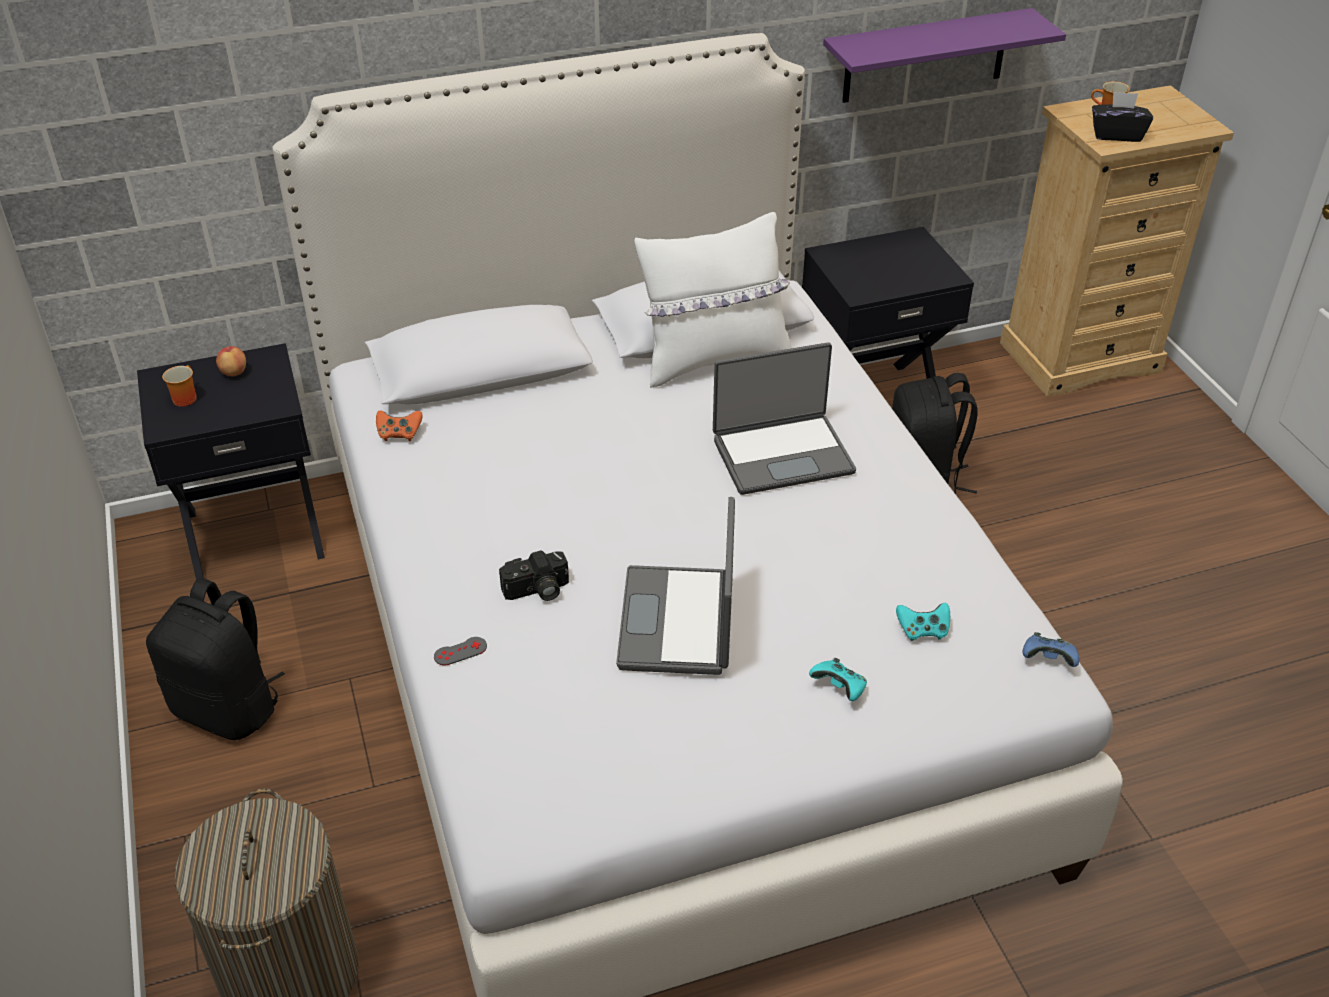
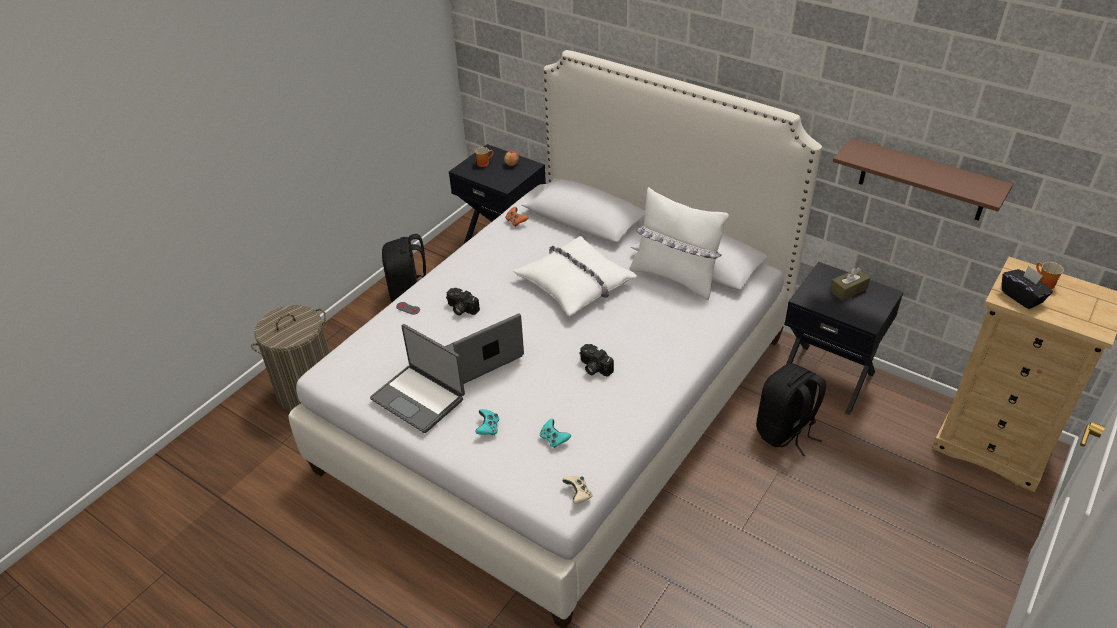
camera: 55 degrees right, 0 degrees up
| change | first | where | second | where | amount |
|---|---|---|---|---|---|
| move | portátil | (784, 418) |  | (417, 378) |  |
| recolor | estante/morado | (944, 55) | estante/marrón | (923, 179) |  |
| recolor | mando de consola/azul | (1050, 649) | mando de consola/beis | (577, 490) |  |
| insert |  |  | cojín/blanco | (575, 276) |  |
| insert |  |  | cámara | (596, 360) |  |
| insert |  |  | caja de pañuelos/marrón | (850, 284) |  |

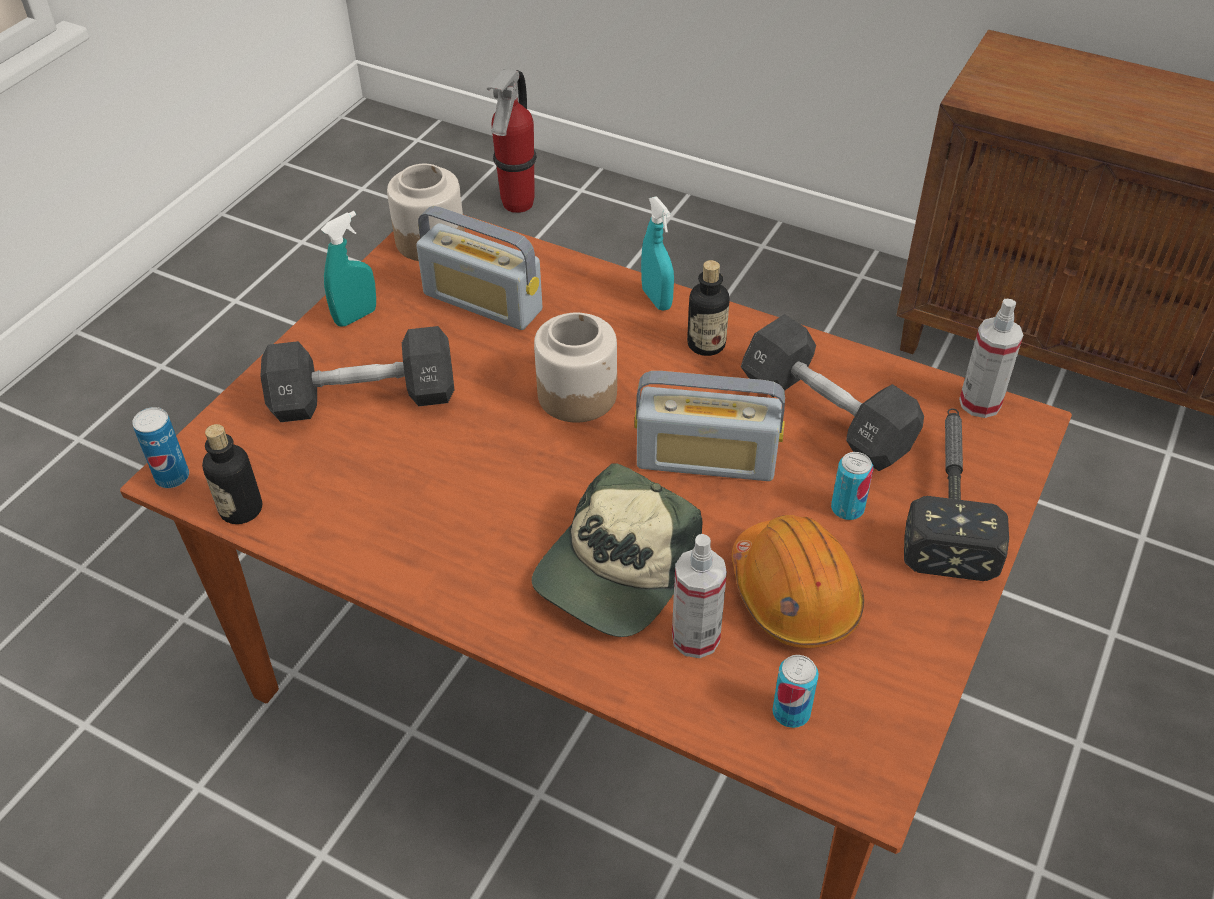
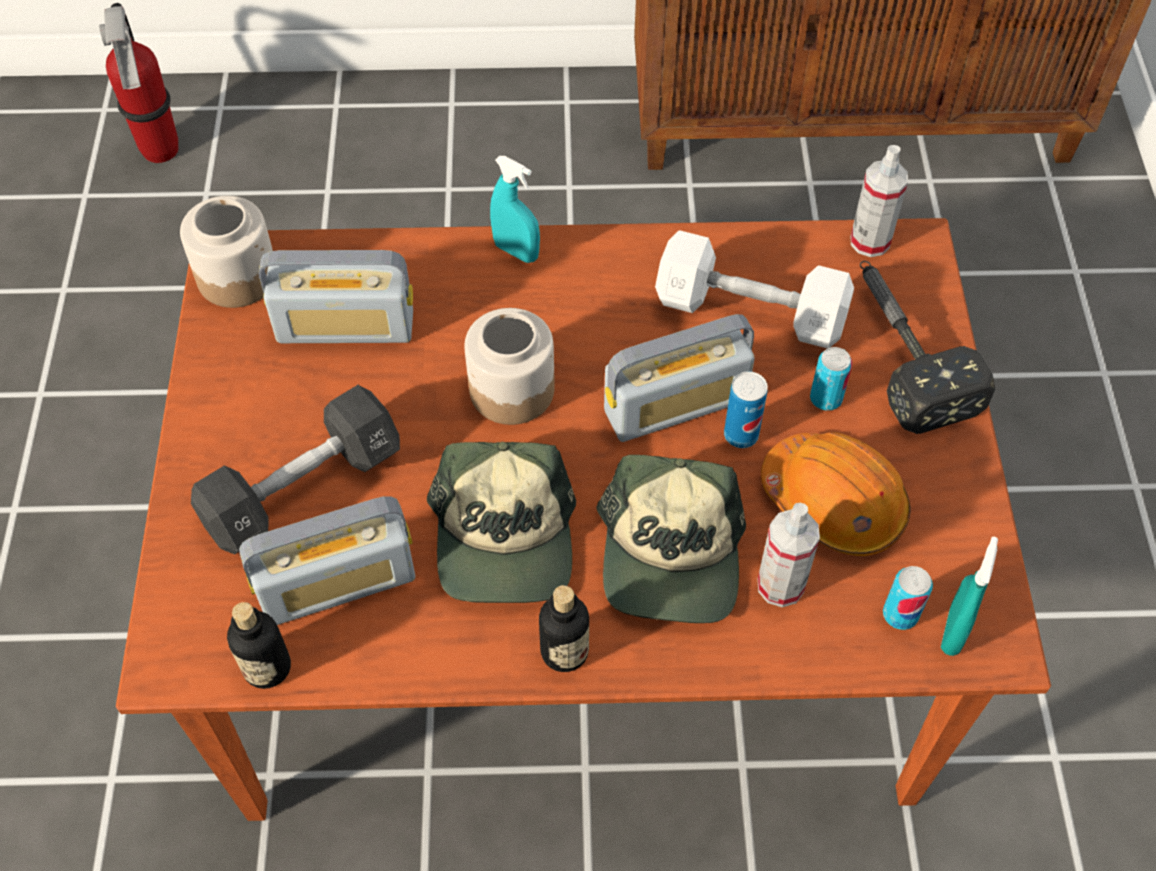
camera: 30 degrees left, 10 degrees up
| change | first | where | second | where | amount |
|---|---|---|---|---|---|
| move | lata | (160, 447) |  | (746, 409) |  |
| move | pulverizador/turquesa | (348, 269) |  | (969, 596) |  |
| move | botella | (708, 308) |  | (564, 628) |  |
| recolor | mancuerna/negro | (832, 392) | mancuerna/blanco | (754, 289) |  |
| insert |  |  | radio | (327, 560) |  |
| insert |  |  | gorra | (501, 522) |  |

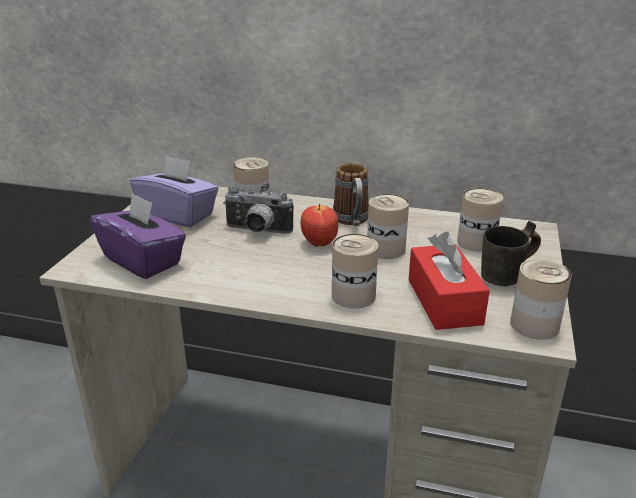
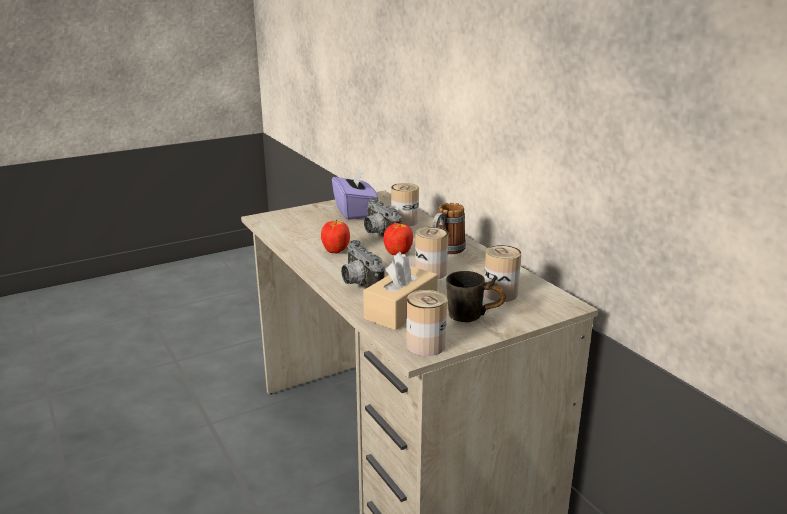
camera: 45 degrees right, 5 degrees down
| change | first | where | second | where | amount |
|---|---|---|---|---|---|
| delete | caja de pañuelos/morado | (138, 235) |  |  |  |
| replace | lata | (355, 271) | cámara | (363, 264) |  |
| recolor | caja de pañuelos/rojo | (449, 281) | caja de pañuelos/beis | (400, 291) |  |
| insert |  |  | manzana | (335, 237) |  |

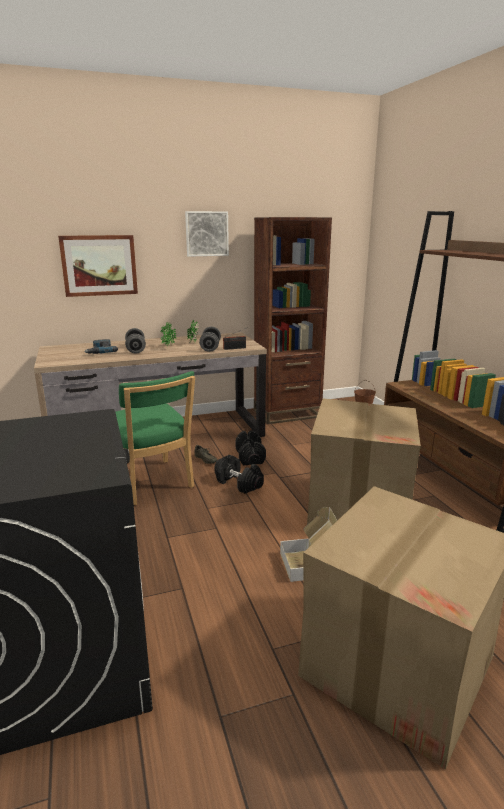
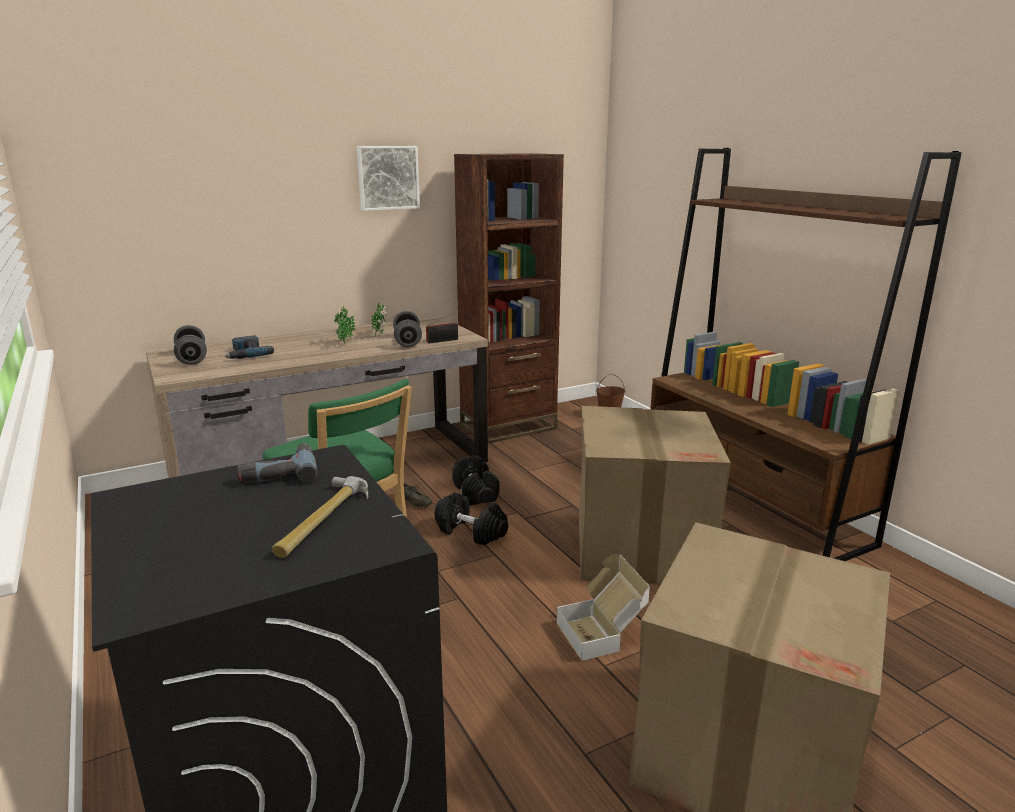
camera: 10 degrees left, 0 degrees up
| change | first | where | second | where | amount |
|---|---|---|---|---|---|
| delete | cuadro | (98, 266) |  |  |  |
| move | mancuerna/gris | (135, 340) |  | (190, 345) |  |
| insert |  |  | taladro | (277, 463) |  |
| insert |  |  | martillo | (320, 517) |  |

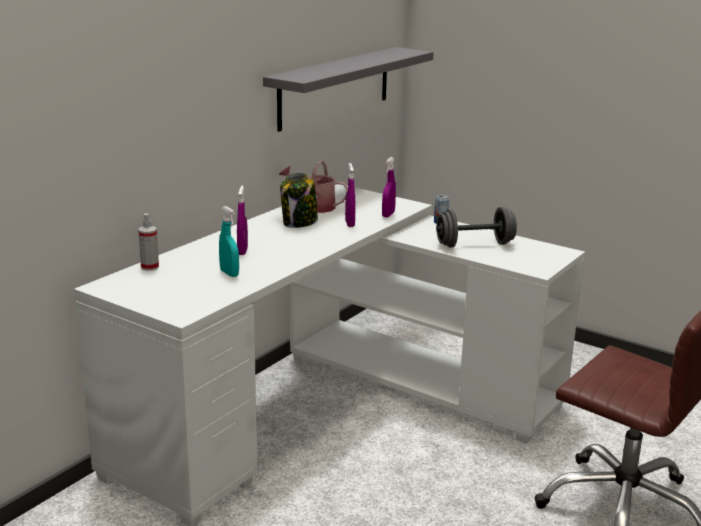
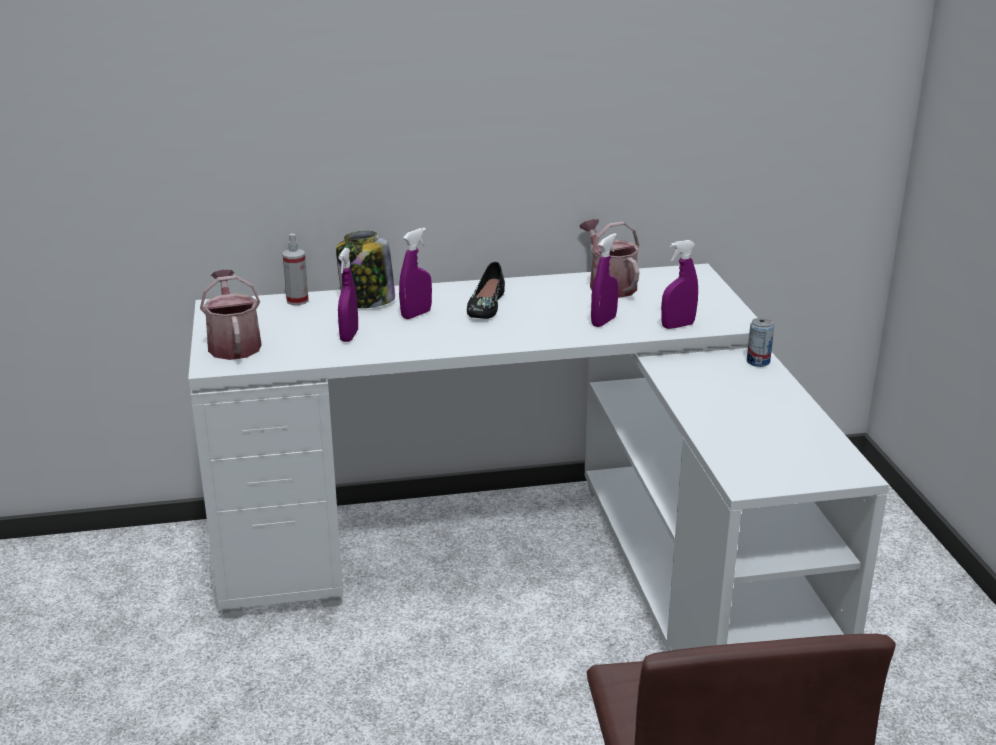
camera: 45 degrees right, 5 degrees up
| change | first | where | second | where | amount |
|---|---|---|---|---|---|
| recolor | pulverizador/turquesa | (229, 241) | pulverizador/morado | (348, 295) |  |
| delete | estante/gris | (348, 89) |  |  |  |
| move | tarro | (299, 200) |  | (365, 269) |  |
| delete | mancuerna/gris | (476, 227) |  |  |  |
| insert |  |  | regadera | (231, 314) |  |
| insert |  |  | zapato/negro | (486, 290) |  |

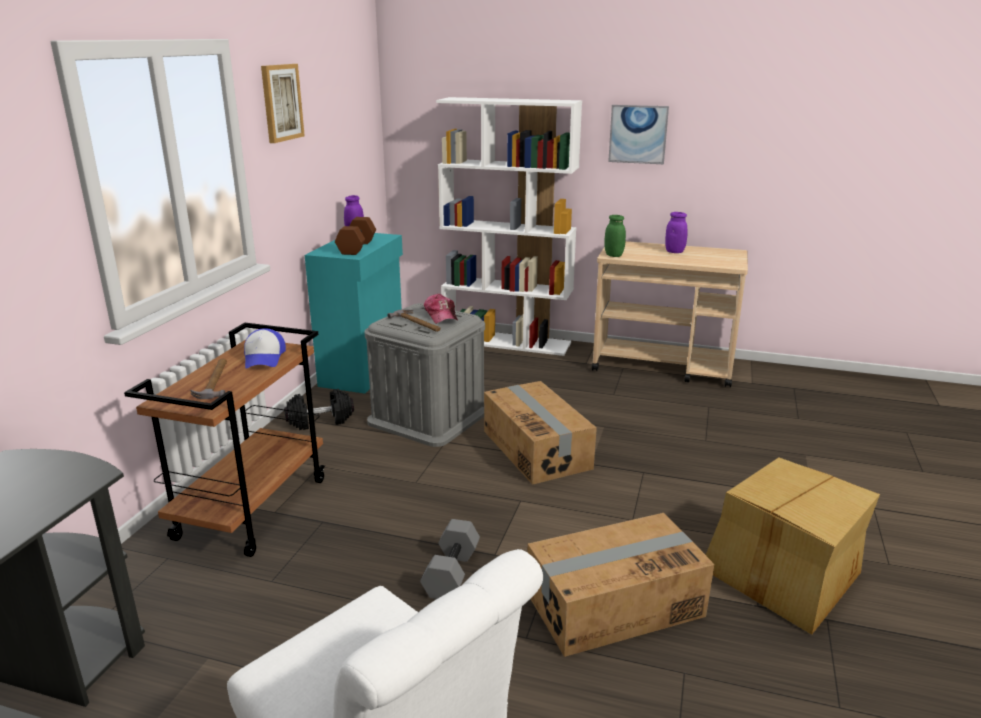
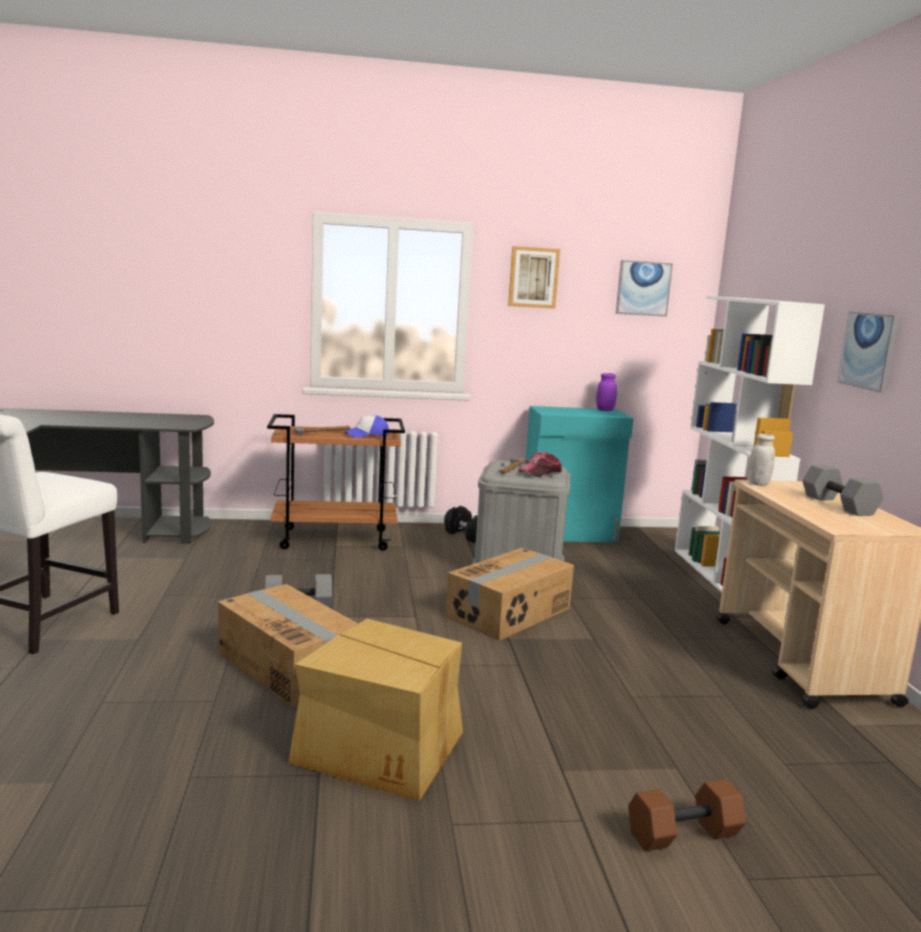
camera: 65 degrees right, 10 degrees down
| change | first | where | second | where | amount |
|---|---|---|---|---|---|
| move | mancuerna/marrón | (355, 236) |  | (687, 815) |  |
| recolor | tarro/verde | (615, 236) | tarro/blanco | (761, 460) |  |
| replace | tarro/morado | (676, 232) | mancuerna/gris | (843, 490) |  |
| insert |  |  | cuadro | (644, 288) |  |

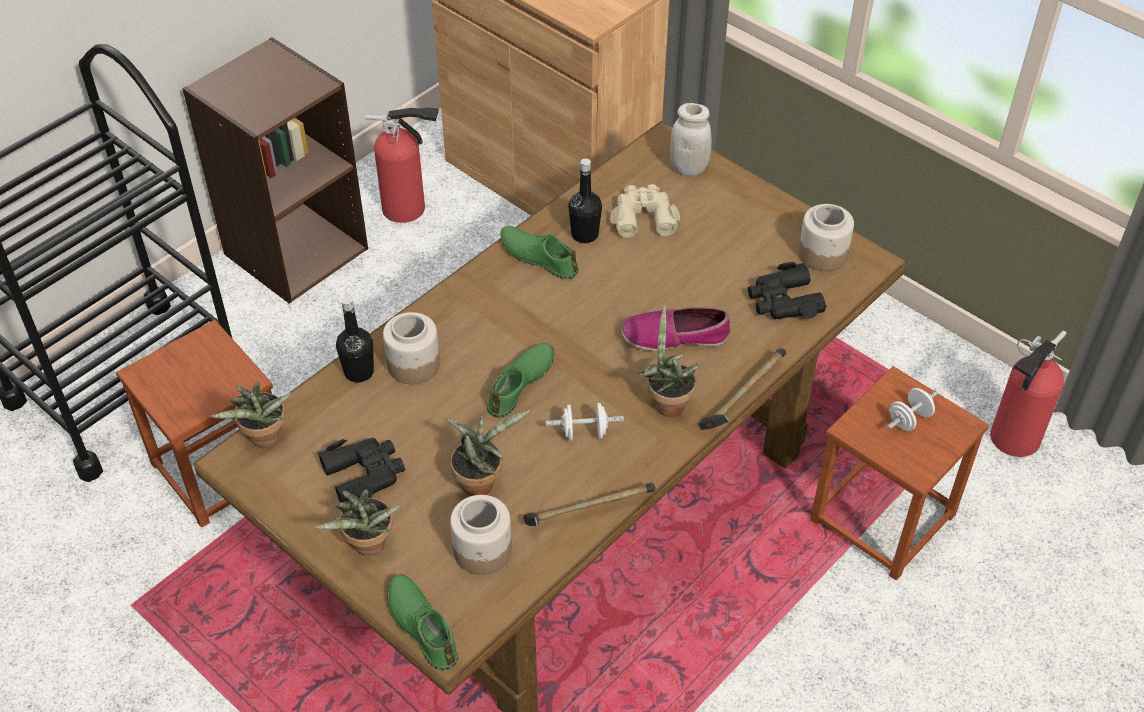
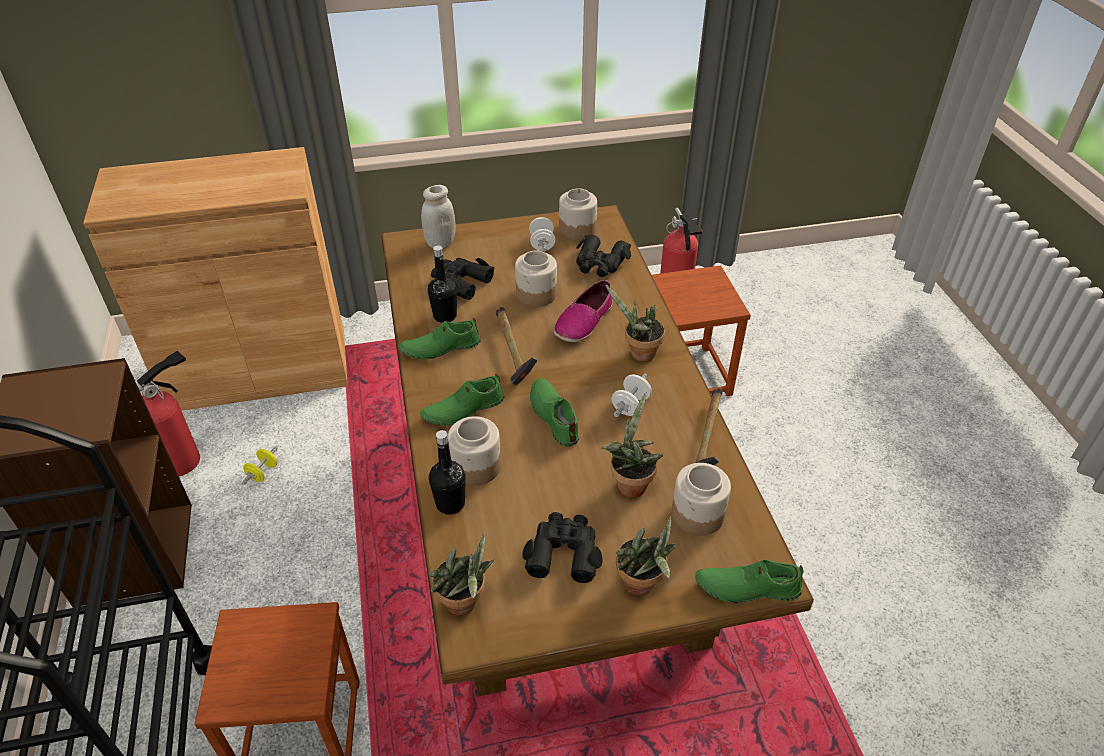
camera: 55 degrees left, 5 degrees down
| change | first | where | second | where | amount |
|---|---|---|---|---|---|
| recolor | prismáticos/beis | (645, 211) | prismáticos/negro | (462, 279) |  |
| move | martillo | (742, 389) |  | (517, 346) |  |
| move | mancuerna/blanco | (912, 409) |  | (542, 234) |  |
| insert |  |  | mancuerna/amarillo | (260, 465) |  |
| insert |  |  | zapato/verde | (462, 399) |  |
| insert |  |  | tarro | (536, 279) |  |

